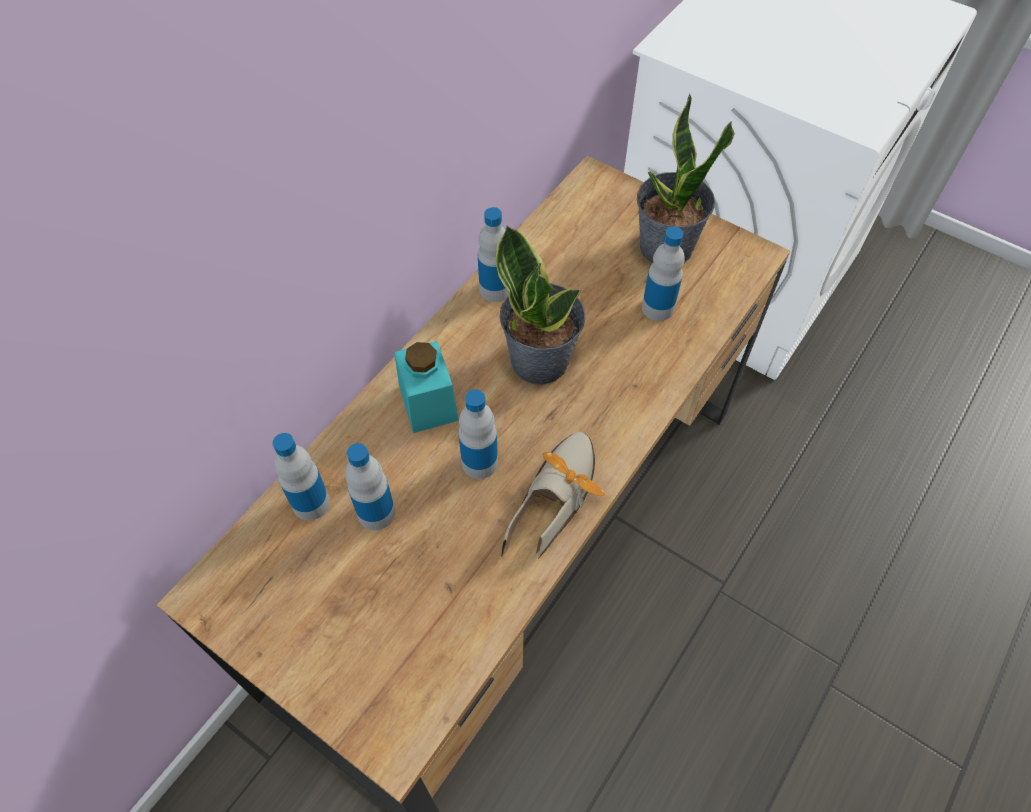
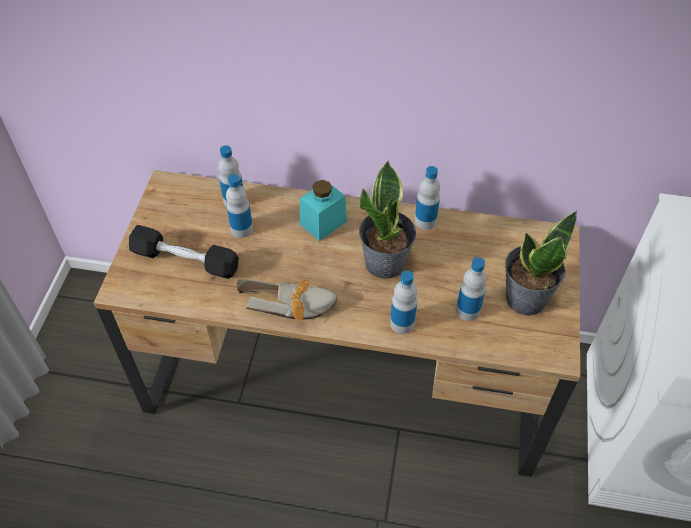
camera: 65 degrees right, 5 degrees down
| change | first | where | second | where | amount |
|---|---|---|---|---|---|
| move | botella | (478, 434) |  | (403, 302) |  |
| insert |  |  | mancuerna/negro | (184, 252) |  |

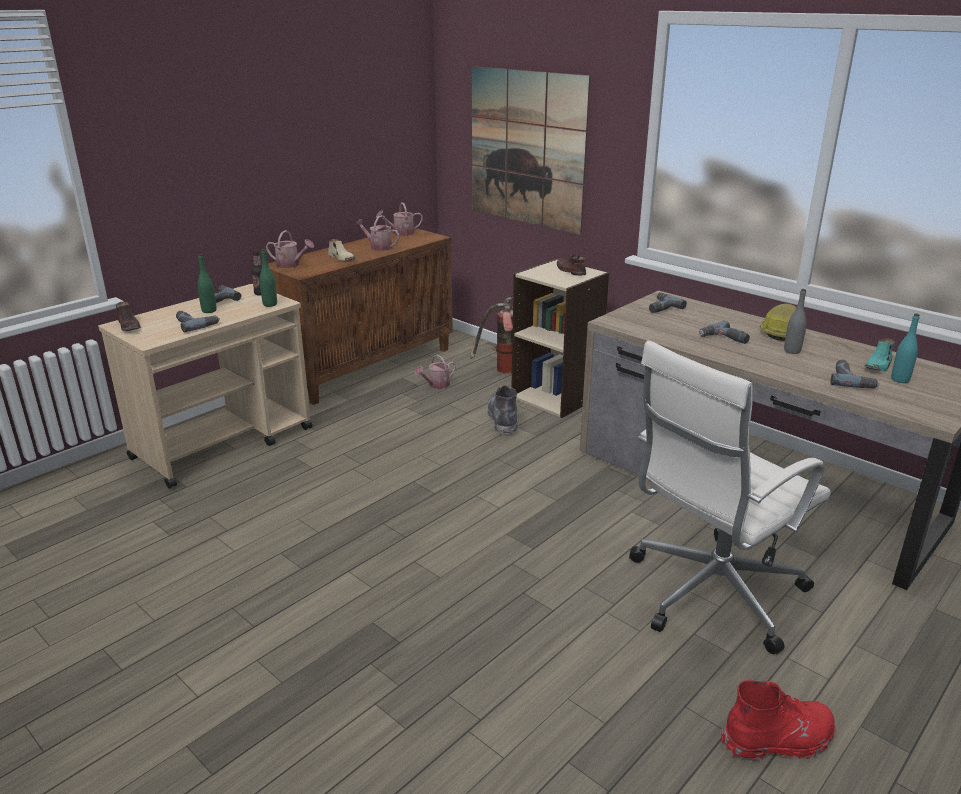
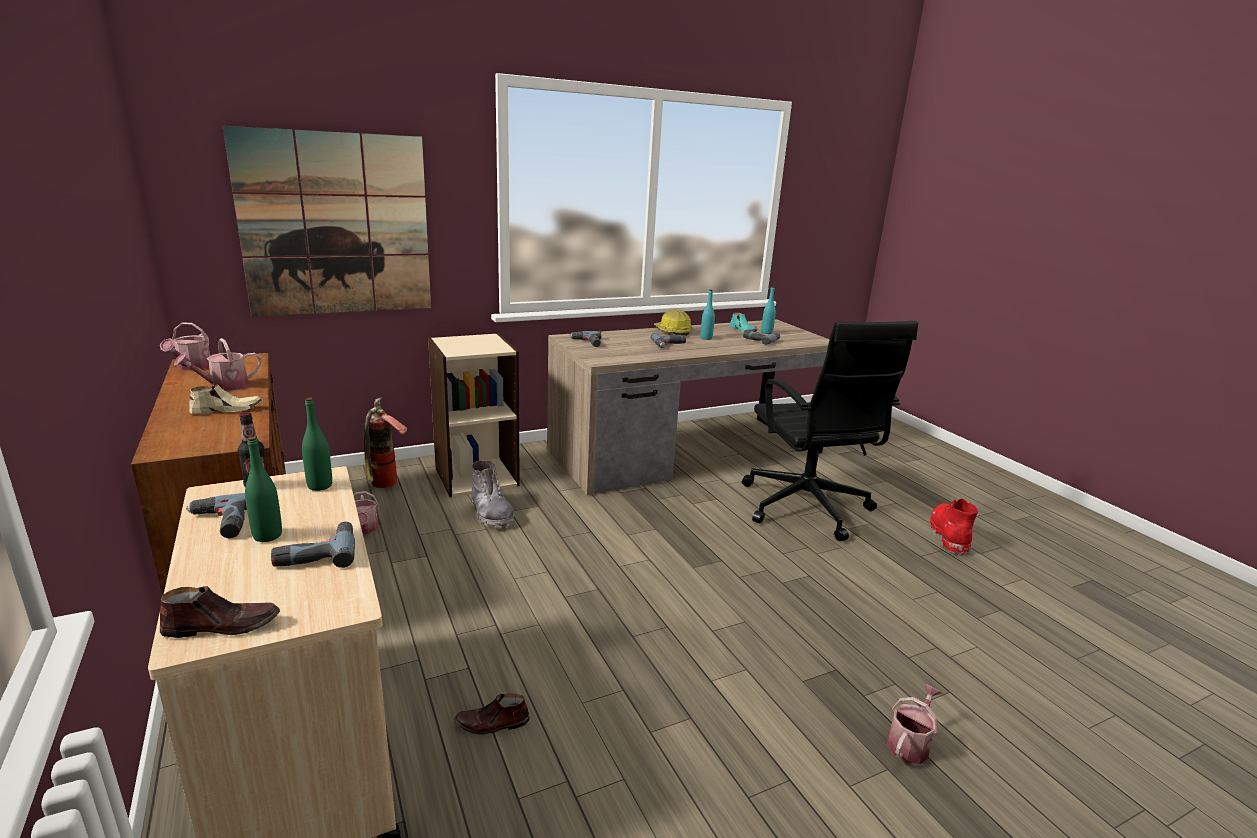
camera: 70 degrees left, 5 degrees down
| change | first | where | second | where | amount |
|---|---|---|---|---|---|
| move | regadera | (290, 249) |  | (914, 724) |  |
| rotate | bota/gris | (502, 410) |  | (492, 494) | 135 degrees counterclockwise |
| move | zapato/marrón | (571, 265) |  | (492, 714) |  |
| recolor | silla de oficina/blanco | (730, 498) | silla de oficina/negro | (830, 431) |  |
| recolor | botella/gris | (795, 321) | botella/turquesa | (707, 315) |  |

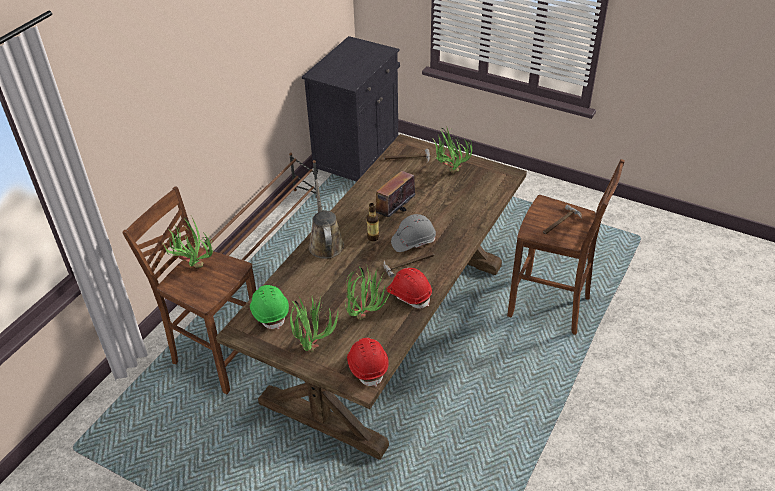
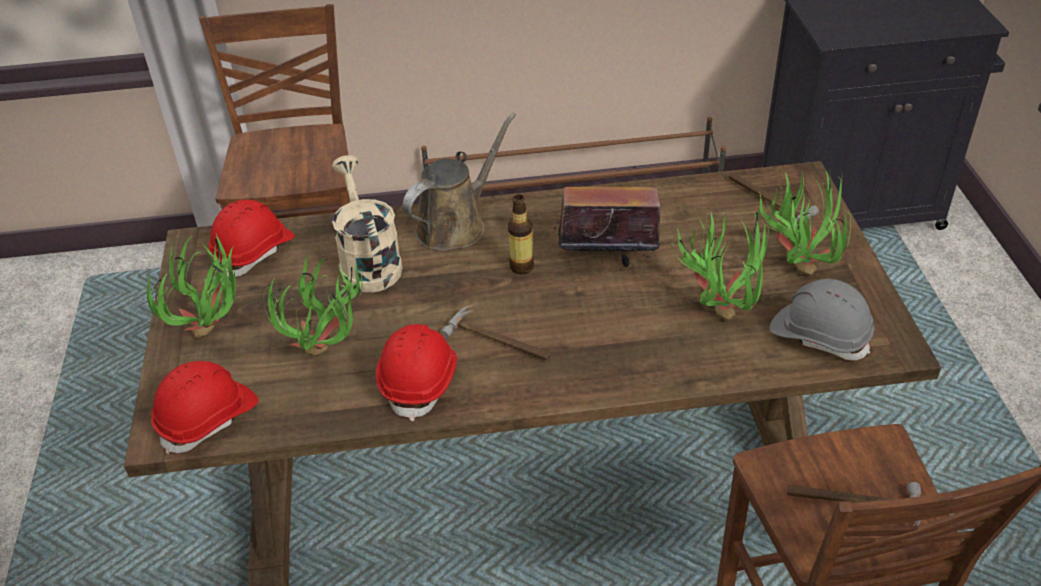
camera: 55 degrees right, 0 degrees up
| change | first | where | second | where | amount |
|---|---|---|---|---|---|
| move | planta en maceta | (187, 242) |  | (720, 266) |  |
| recolor | casco/verde | (269, 307) | casco/rojo | (251, 238) |  |
| move | casco/gris | (413, 233) |  | (822, 319) |  |
| insert |  |  | regadera/beis | (367, 223) |  |

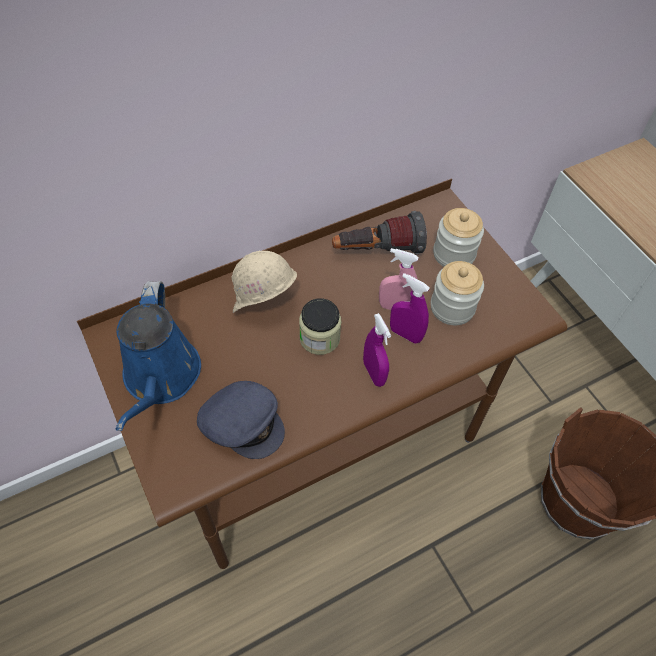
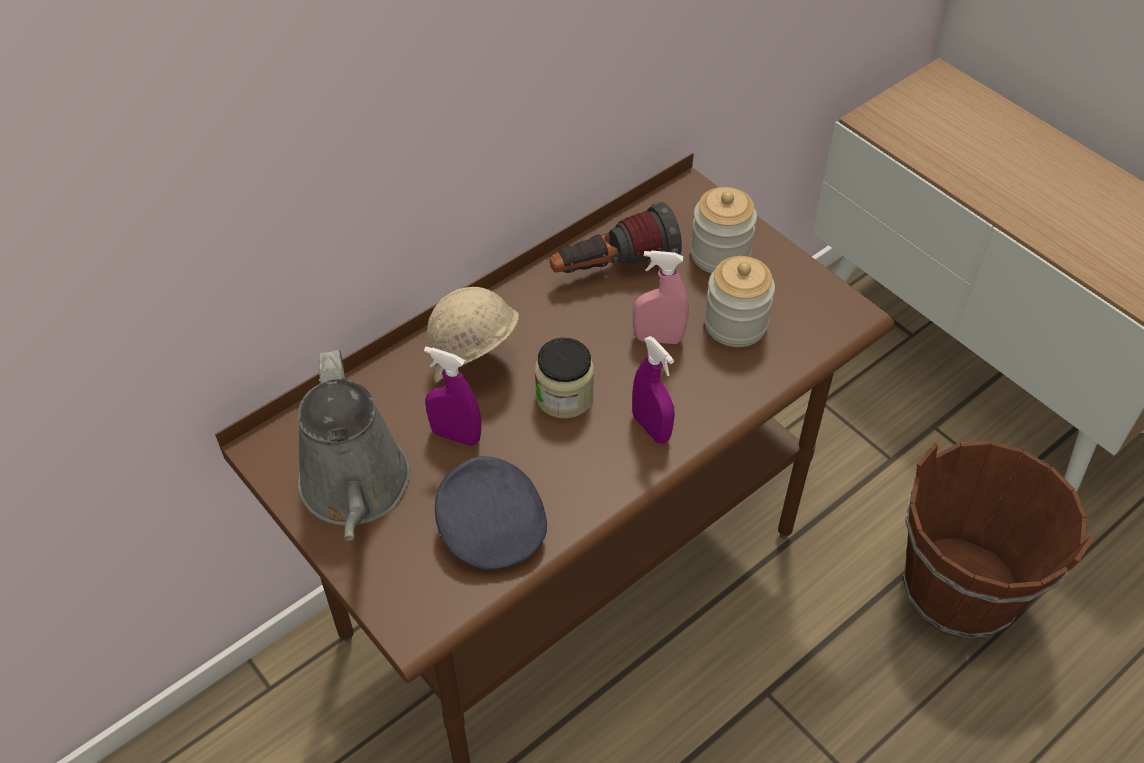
camera: 10 degrees left, 5 degrees down
| change | first | where | second | where | amount |
|---|---|---|---|---|---|
| recolor | regadera/azul | (158, 356) | regadera/gris | (353, 445) |  |
| rotate | gorra/gris | (241, 420) |  | (491, 513) | 135 degrees counterclockwise |
| move | pulverizador/morado | (410, 308) |  | (452, 396) |  |

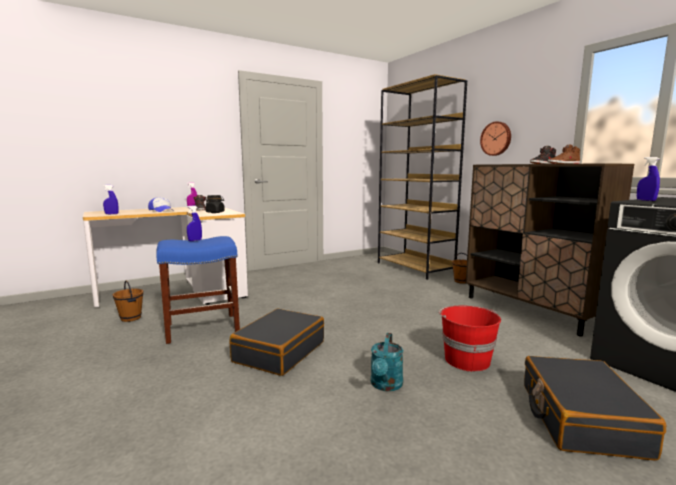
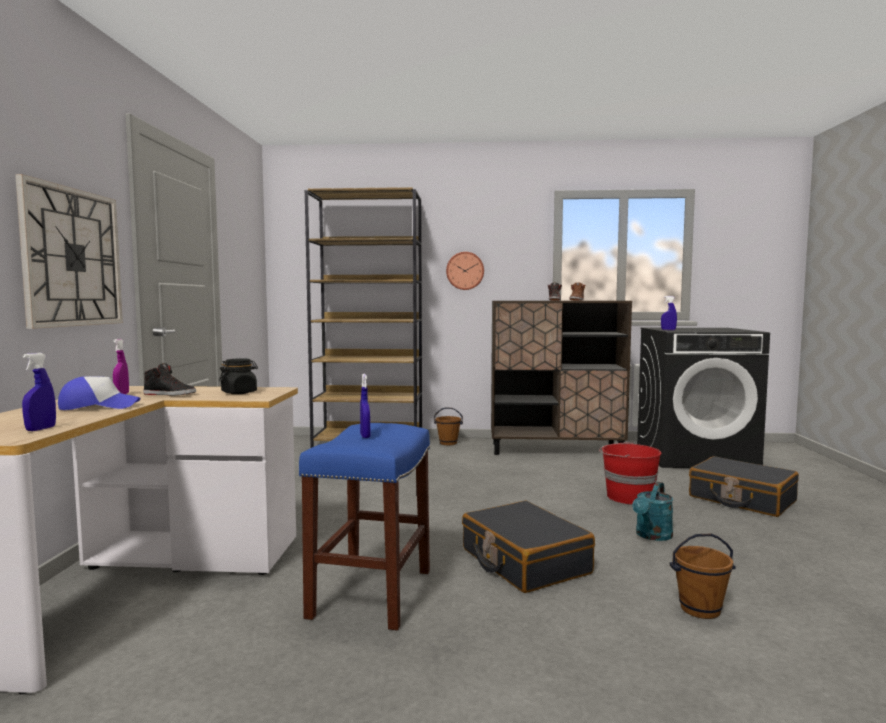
camera: 55 degrees left, 5 degrees down
| change | first | where | second | where | amount |
|---|---|---|---|---|---|
| move | cubo/marrón | (128, 301) |  | (703, 576) |  |
| rotate | regadera/turquesa | (387, 362) |  | (652, 511) | 75 degrees clockwise |
| insert |  |  | reloj de pared | (69, 251) |  |

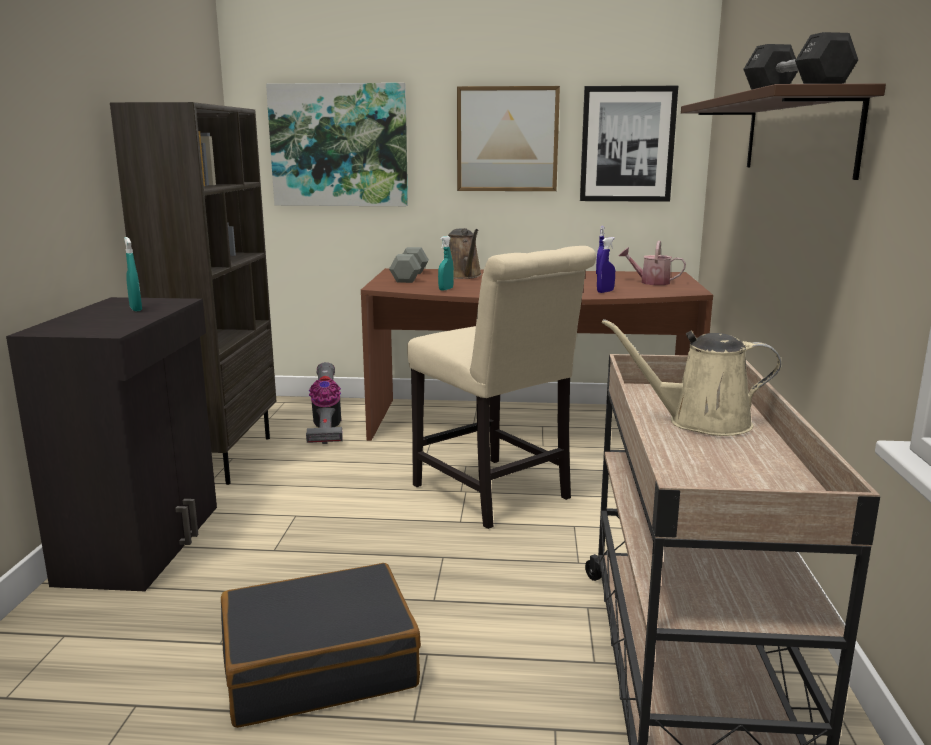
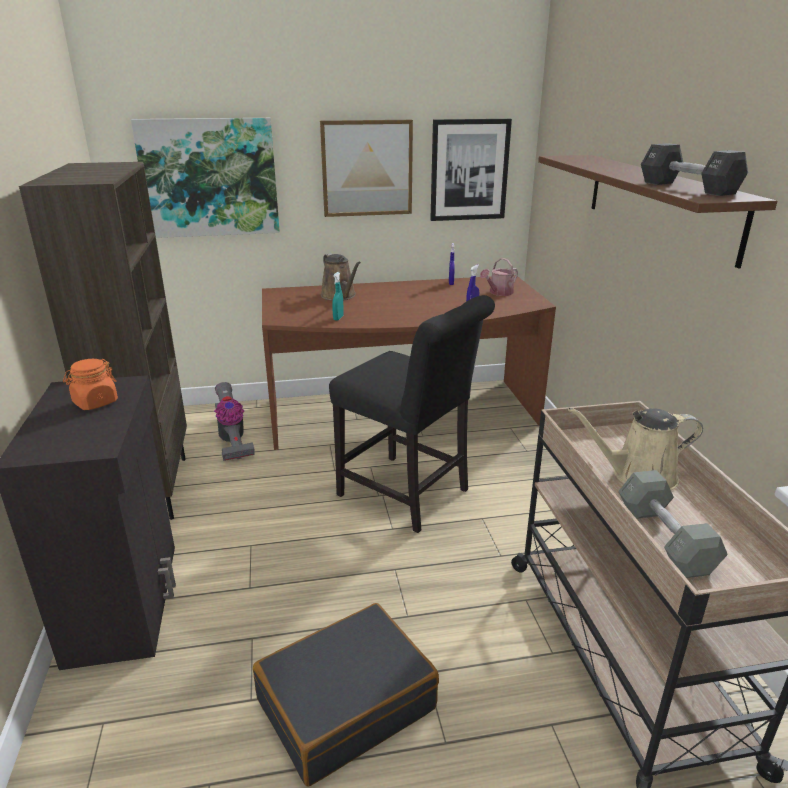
camera: 15 degrees left, 10 degrees up
| change | first | where | second | where | amount |
|---|---|---|---|---|---|
| replace | pulverizador/turquesa | (133, 274) | tarro/naranja | (90, 384) |  |
| move | mancuerna/gris | (409, 265) |  | (673, 524) |  |
| recolor | silla/beis | (501, 387) | silla/negro | (412, 414) |  |
| rotate | regadera | (652, 263) |  | (499, 277) | 45 degrees counterclockwise |

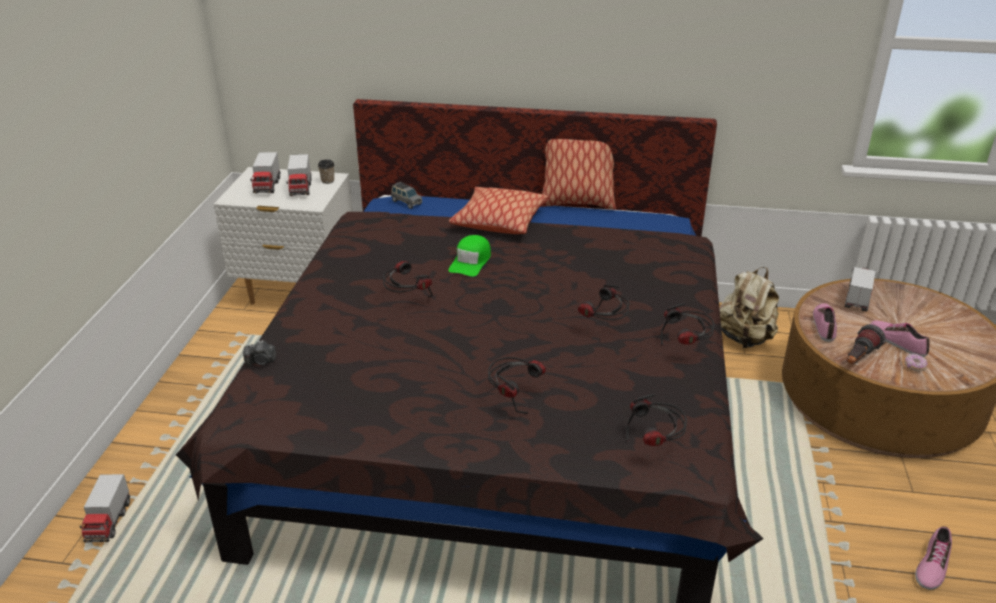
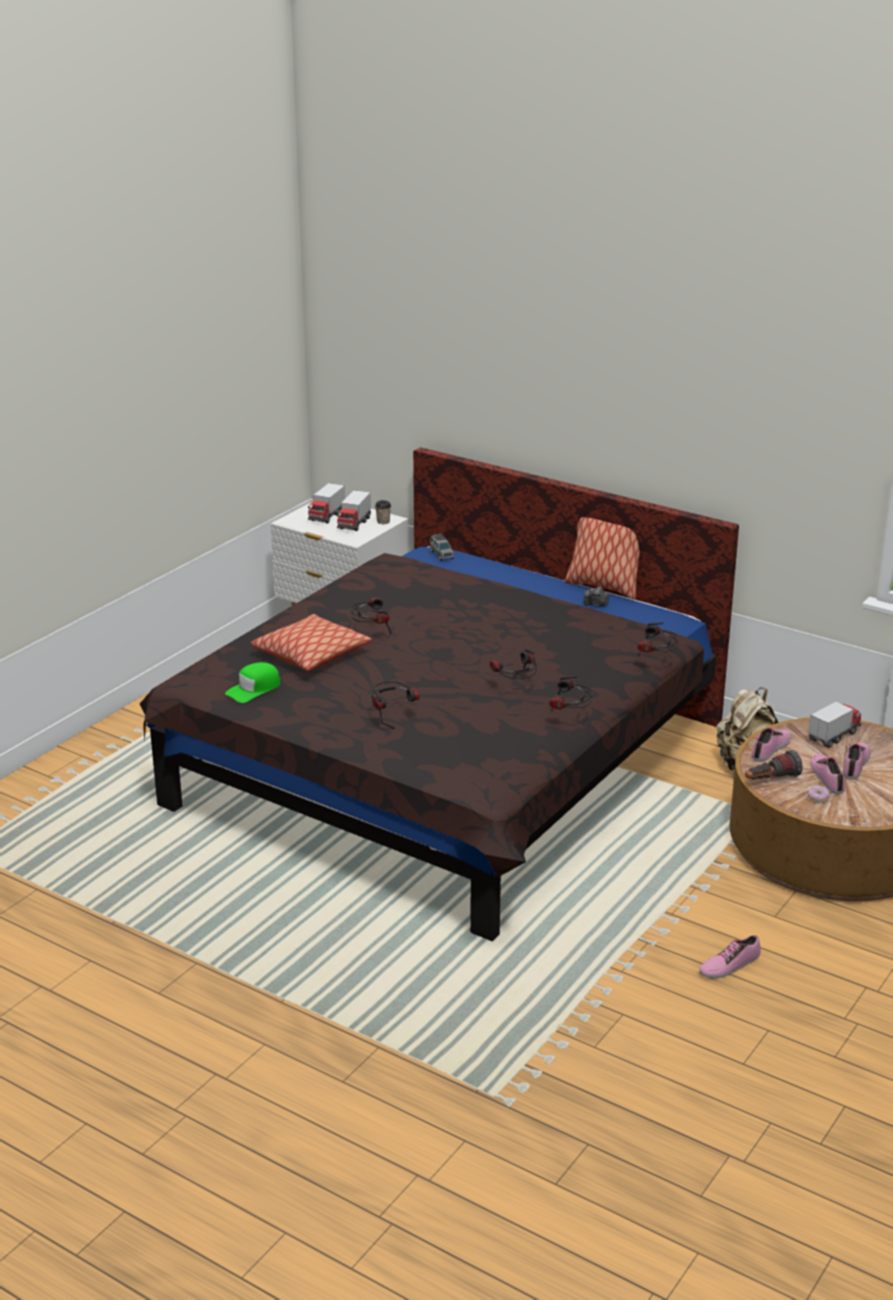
camera: 25 degrees right, 5 degrees down
| change | first | where | second | where | amount |
|---|---|---|---|---|---|
| delete | camión de juguete | (105, 508) |  |  |  |
| move | cámara | (259, 353) |  | (596, 597) |  |
| move | gorra/verde | (469, 256) |  | (252, 682) |  |
| move | cojín | (498, 210) |  | (311, 642) |  |
| move | auriculares | (656, 420) |  | (657, 639) |  |
| insert |  |  | zapato | (857, 761) |  |

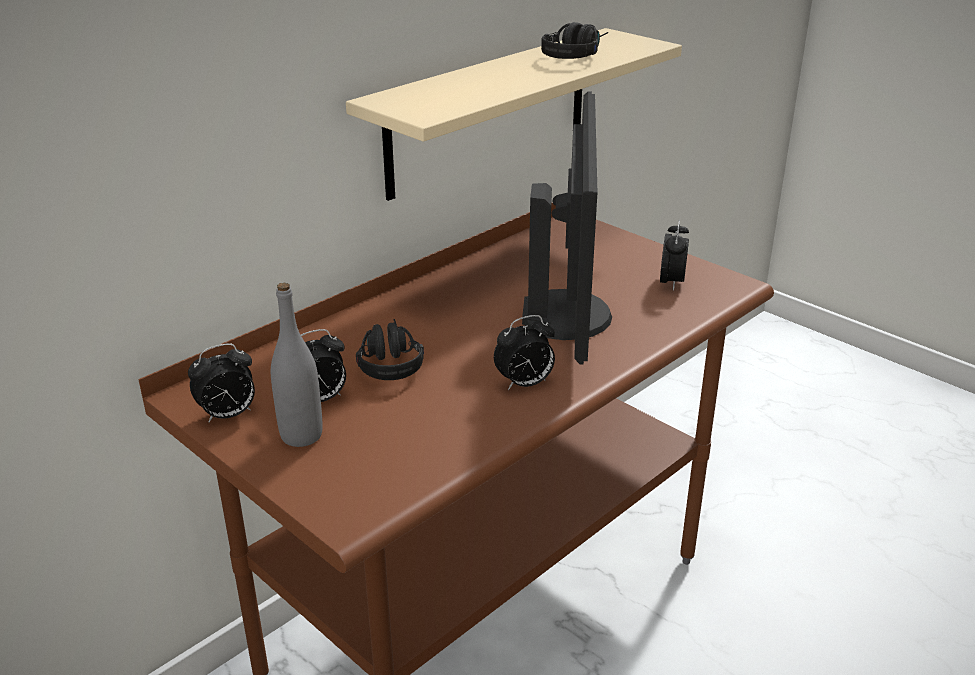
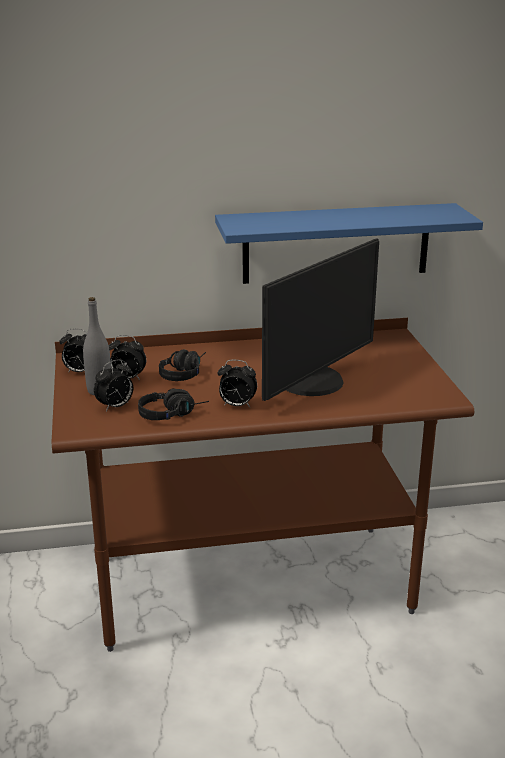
camera: 35 degrees right, 5 degrees down
| change | first | where | second | where | amount |
|---|---|---|---|---|---|
| recolor | estante/beis | (514, 114) | estante/azul | (349, 243) |  |
| move | auriculares/negro | (574, 40) |  | (173, 404) |  |
| move | despertador | (674, 255) |  | (113, 385) |  |

